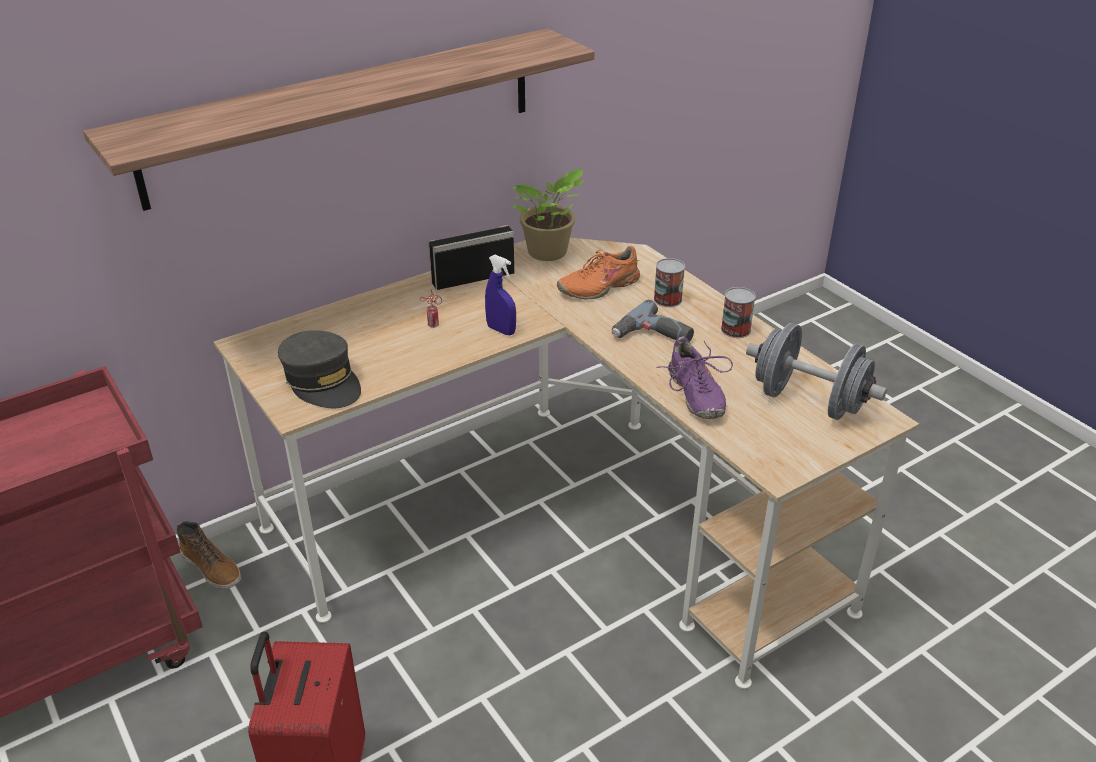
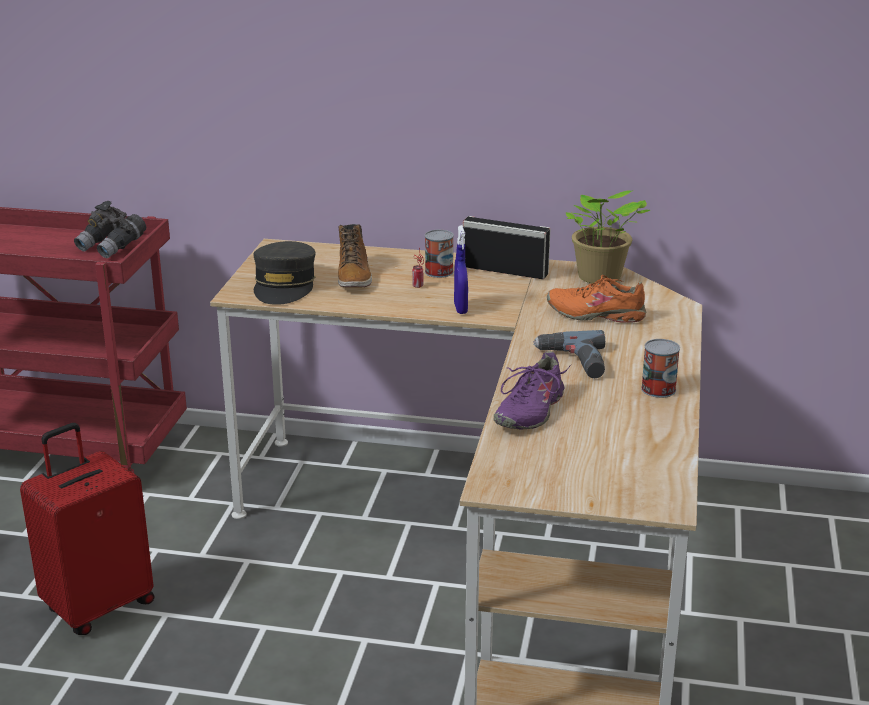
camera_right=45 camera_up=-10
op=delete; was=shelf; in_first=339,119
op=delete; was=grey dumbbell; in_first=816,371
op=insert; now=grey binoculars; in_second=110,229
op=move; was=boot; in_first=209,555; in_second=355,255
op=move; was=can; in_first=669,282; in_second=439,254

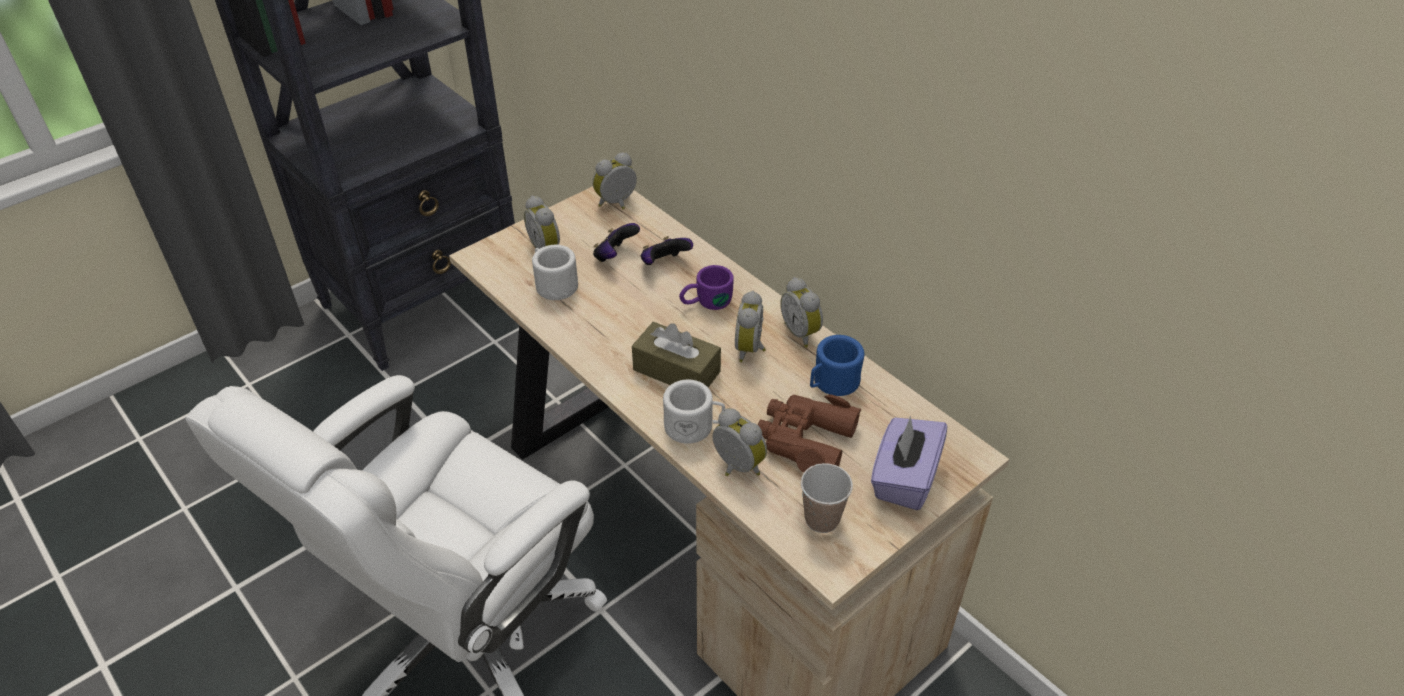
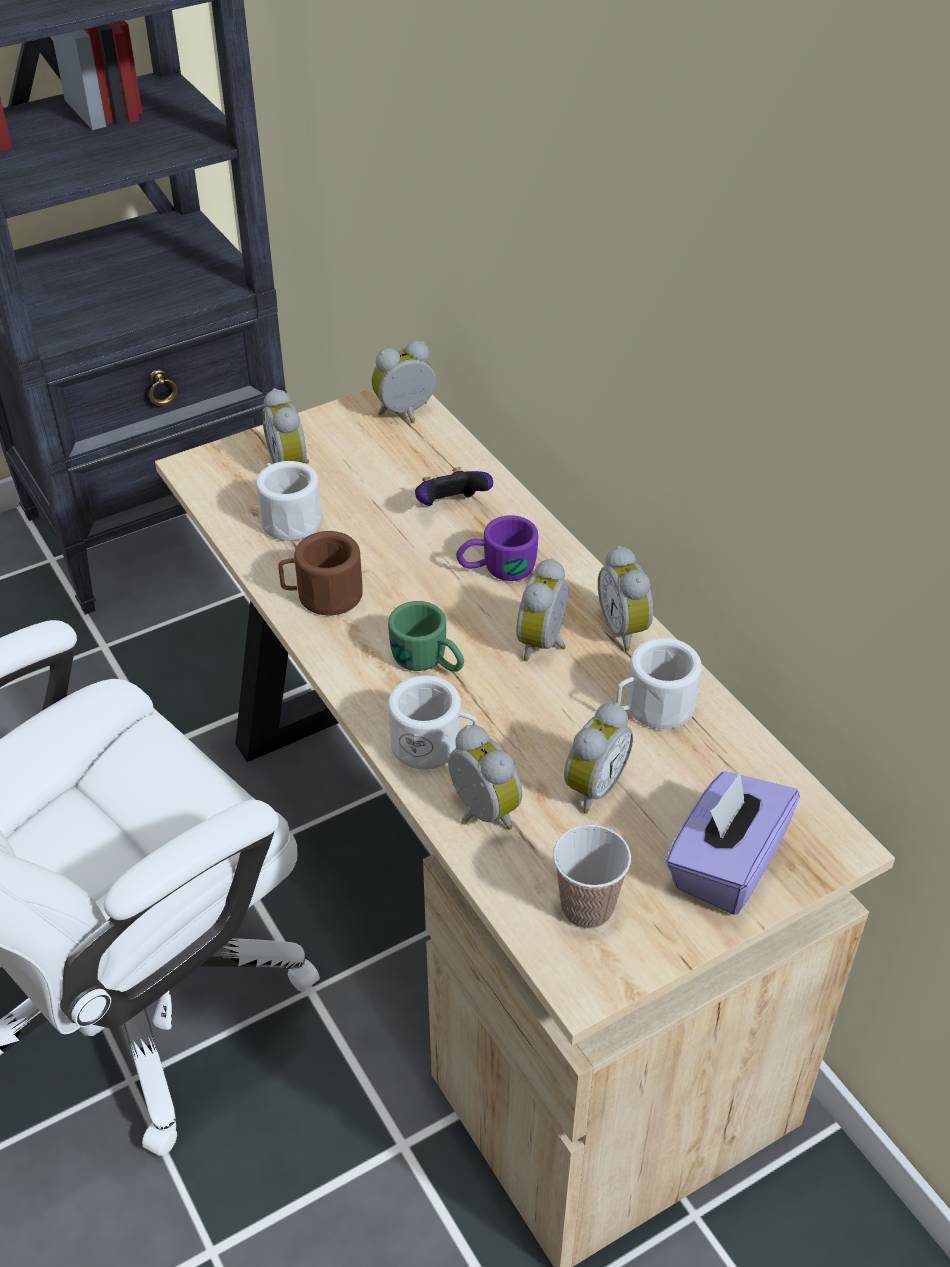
camera_right=10 camera_up=0
op=delete; was=game controller; in_first=616,242
op=insert; now=brown mug; in_second=320,573
op=replace; was=brown tissue box; now=green mug; in_first=676,354; in_second=426,636
op=replace; was=brown binoculars; now=alarm clock; in_first=809,433; in_second=598,758
op=recolor; was=blue mug; now=white mug; in_first=837,365; in_second=659,683

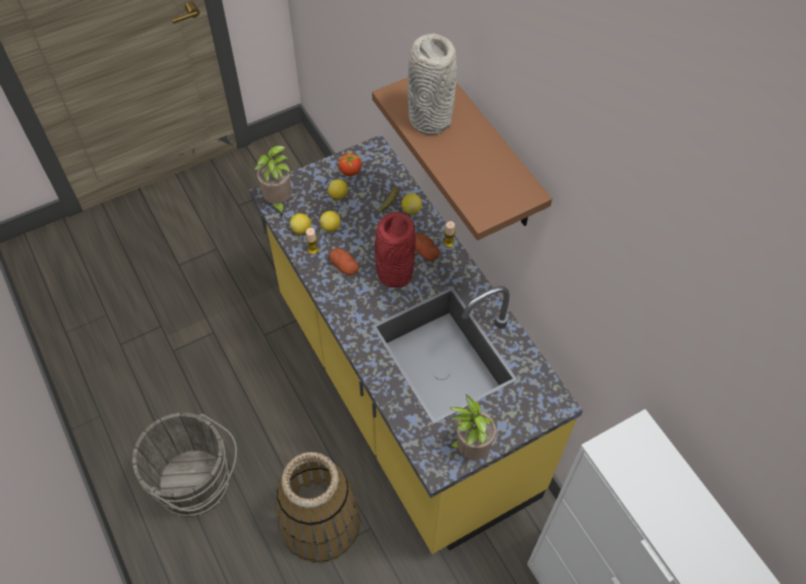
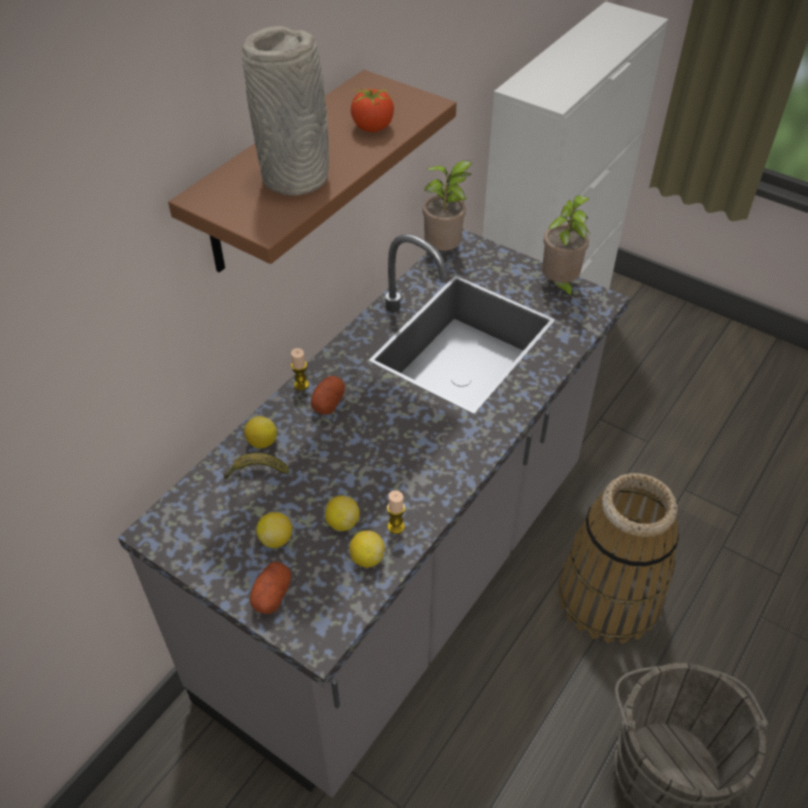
camera_right=-115 camera_up=-10
op=delete; was=red vase; in_first=395,250
op=move; was=potted plant; in_first=272,181; in_second=447,205
op=move; was=potato; in_first=344,261; in_second=270,588
op=move; was=tomato; in_first=349,163; in_second=372,109
op=recolor; was=yellow counter; now=grey counter; in_first=416,344; in_second=374,513

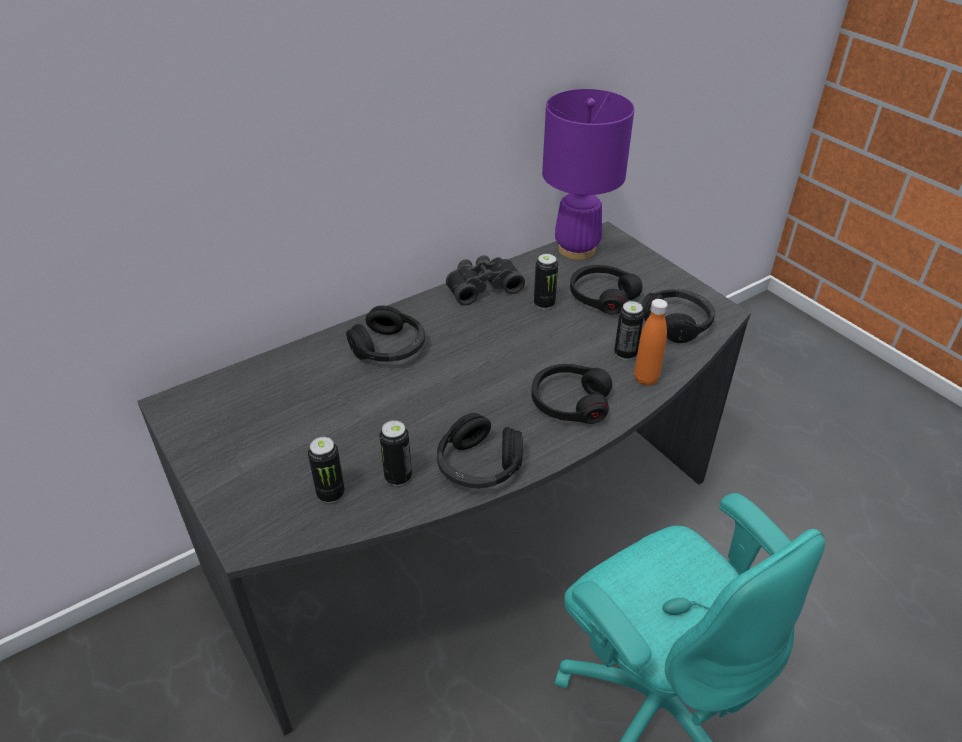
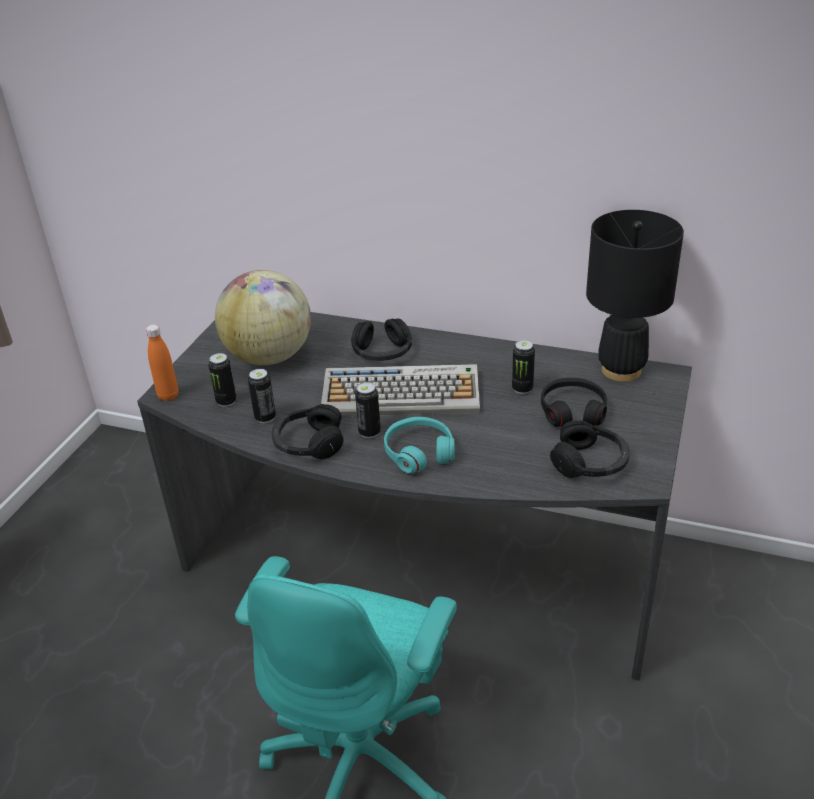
camera_right=55 camera_up=-5
op=delete; was=black binoculars; in_first=485,280
op=insert; now=globe; in_second=263,317
op=insert; now=keyboard; in_second=400,390
op=move; was=can; in_first=629,330; in_second=368,410
op=move; was=orange bottle; in_first=651,342; in_second=162,362
op=recolor; was=black headphones; now=turquoise headphones; in_first=571,394; in_second=419,445
op=recolor; was=purple table lamp; now=black table lamp; in_first=588,174; in_second=635,296

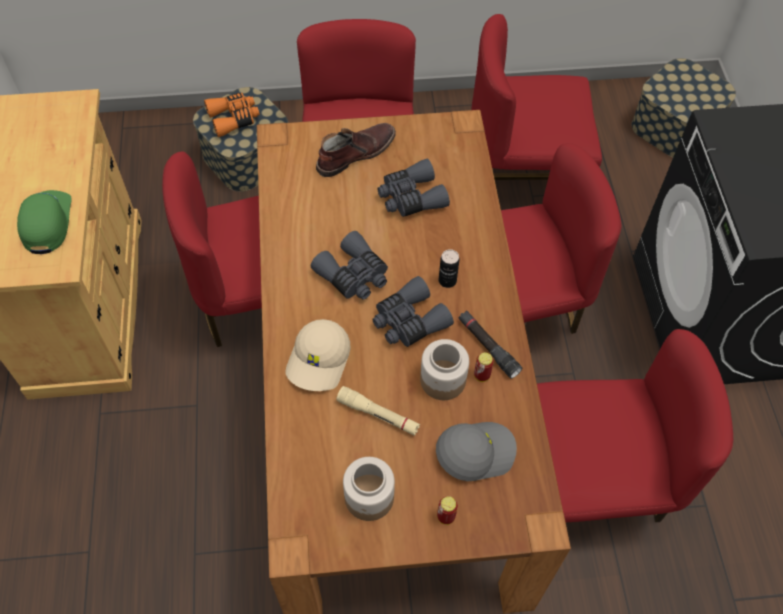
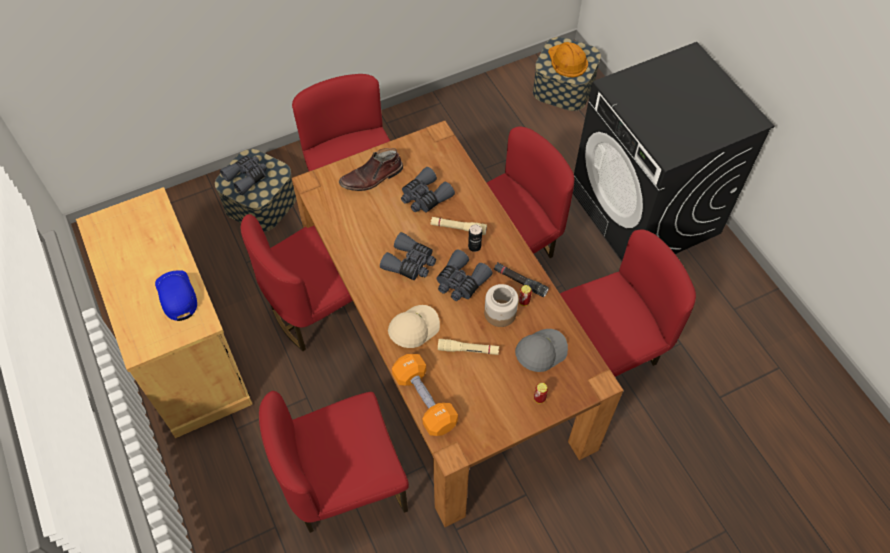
camera_right=-20 camera_up=0
op=delete; was=jar; in_first=369,489
op=insert; now=orange dumbbell; in_second=425,395
op=insert; now=beige flashlight; in_second=458,226
op=insert; now=orange hard hat; in_second=568,59
op=move; was=red chair; in_first=536,97; in_second=334,462
op=recolor; was=green cap; now=blue cap; in_first=44,222; in_second=176,295
op=recolor; was=orange binoculars; now=grey binoculars; in_first=232,115; in_second=243,175
op=rotate; was=beige cap; in_first=318,355; in_second=414,326; clockwise=-135
op=rotate; was=brown boot; in_first=356,150; in_second=371,169; clockwise=-150

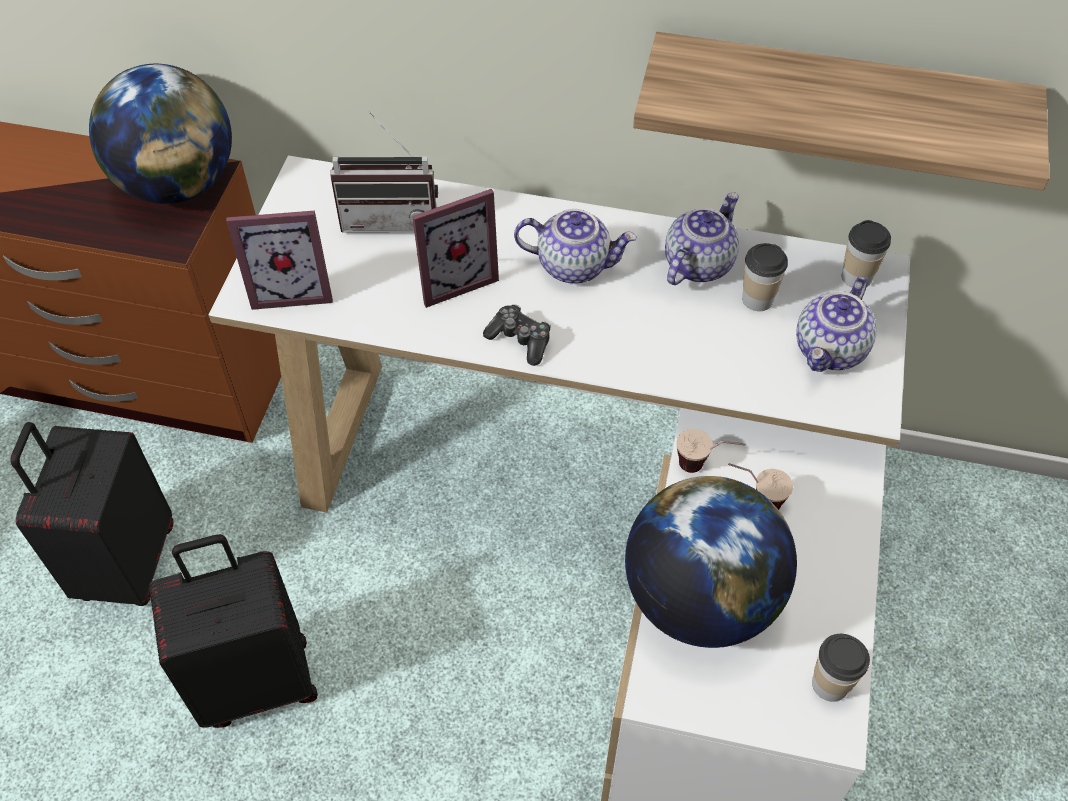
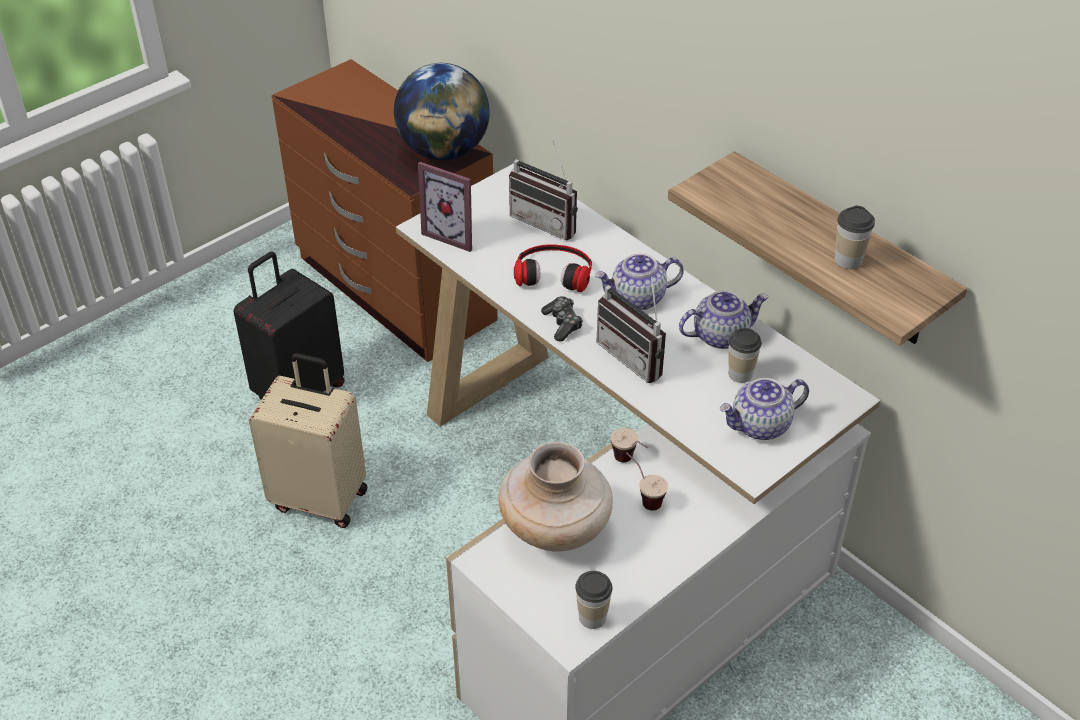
camera_right=35 camera_up=-10
op=insert; now=radio; in_second=631,327
op=move; was=cup; in_first=866,253; in_second=854,237
op=replace; was=picture frame; now=headphones; in_first=455,248; in_second=553,268
op=replace; was=globe; now=beige vase; in_first=711,562; in_second=555,497
op=recolor; was=black suitcase; now=beige suitcase; in_first=233,631; in_second=308,440
op=rotate; was=teapot; in_first=575,246; in_second=639,281; clockwise=120

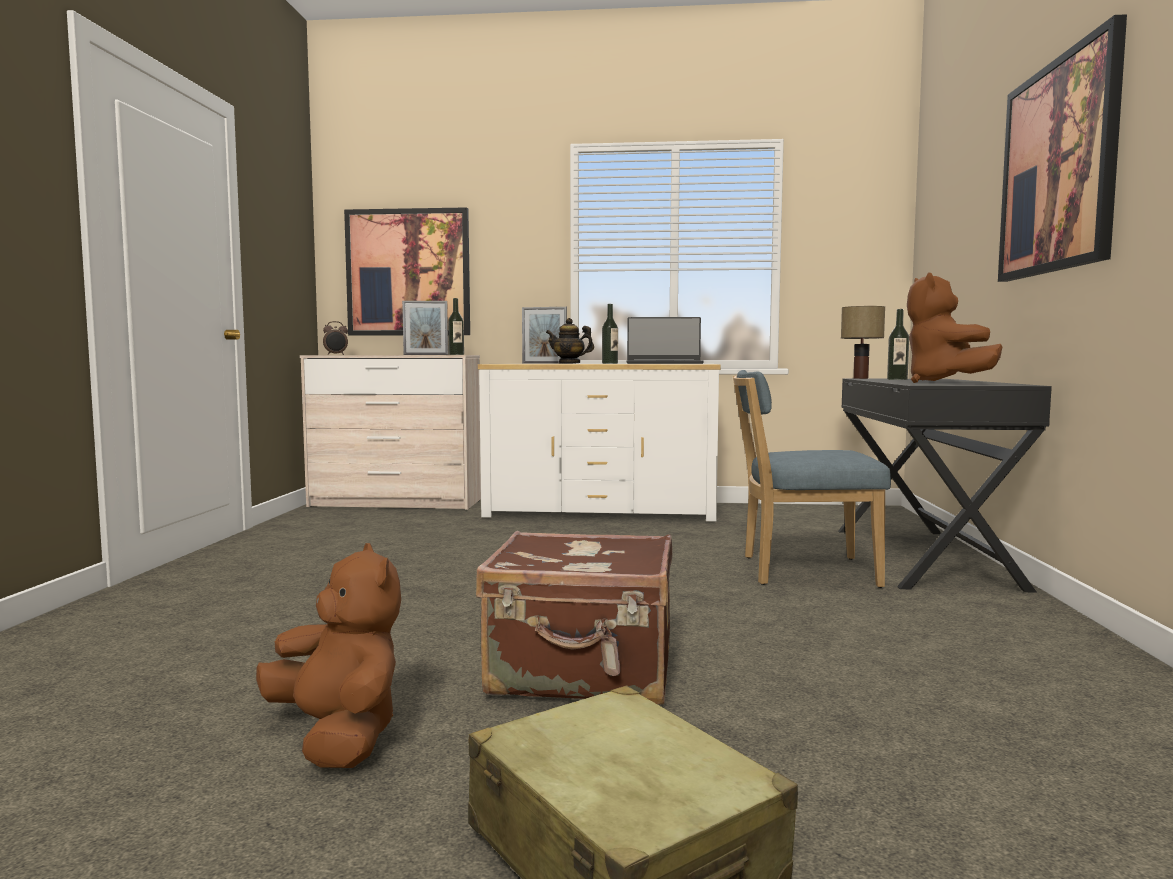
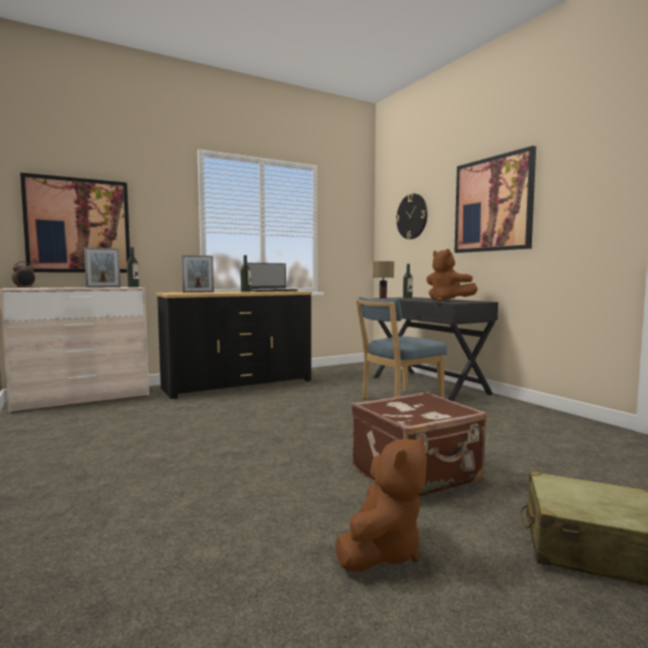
camera_right=-35 camera_up=0
op=delete; was=teapot; in_first=570,341
op=insert; now=wall clock; in_second=411,216
op=recolor; was=white dresser; now=black dresser; in_first=599,443; in_second=234,345
op=rotate; was=brown plush toy; in_first=328,655; in_second=381,504; clockwise=105

